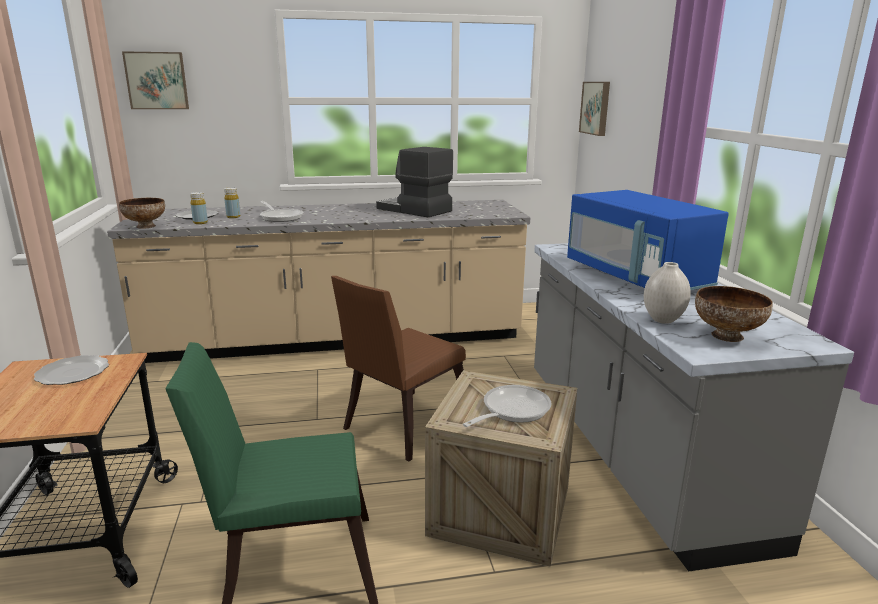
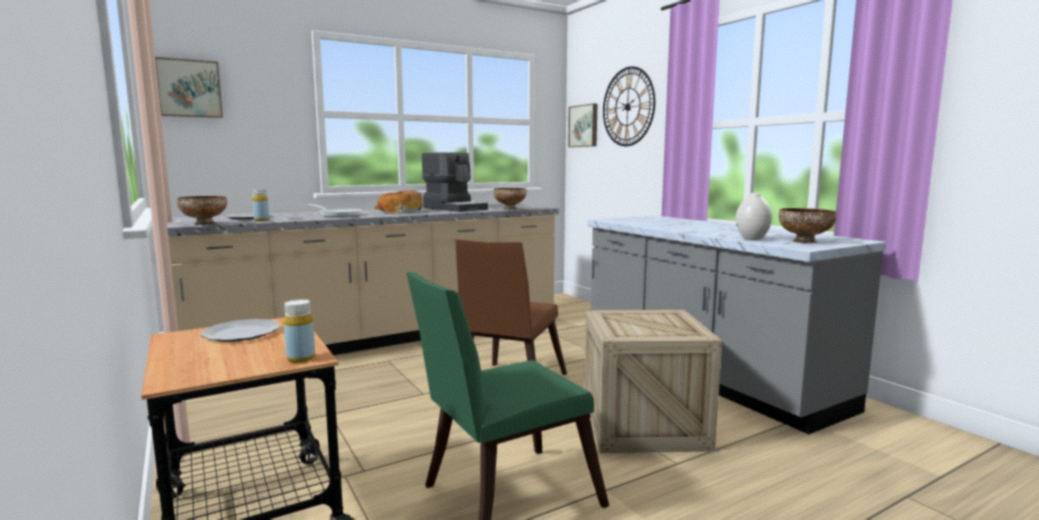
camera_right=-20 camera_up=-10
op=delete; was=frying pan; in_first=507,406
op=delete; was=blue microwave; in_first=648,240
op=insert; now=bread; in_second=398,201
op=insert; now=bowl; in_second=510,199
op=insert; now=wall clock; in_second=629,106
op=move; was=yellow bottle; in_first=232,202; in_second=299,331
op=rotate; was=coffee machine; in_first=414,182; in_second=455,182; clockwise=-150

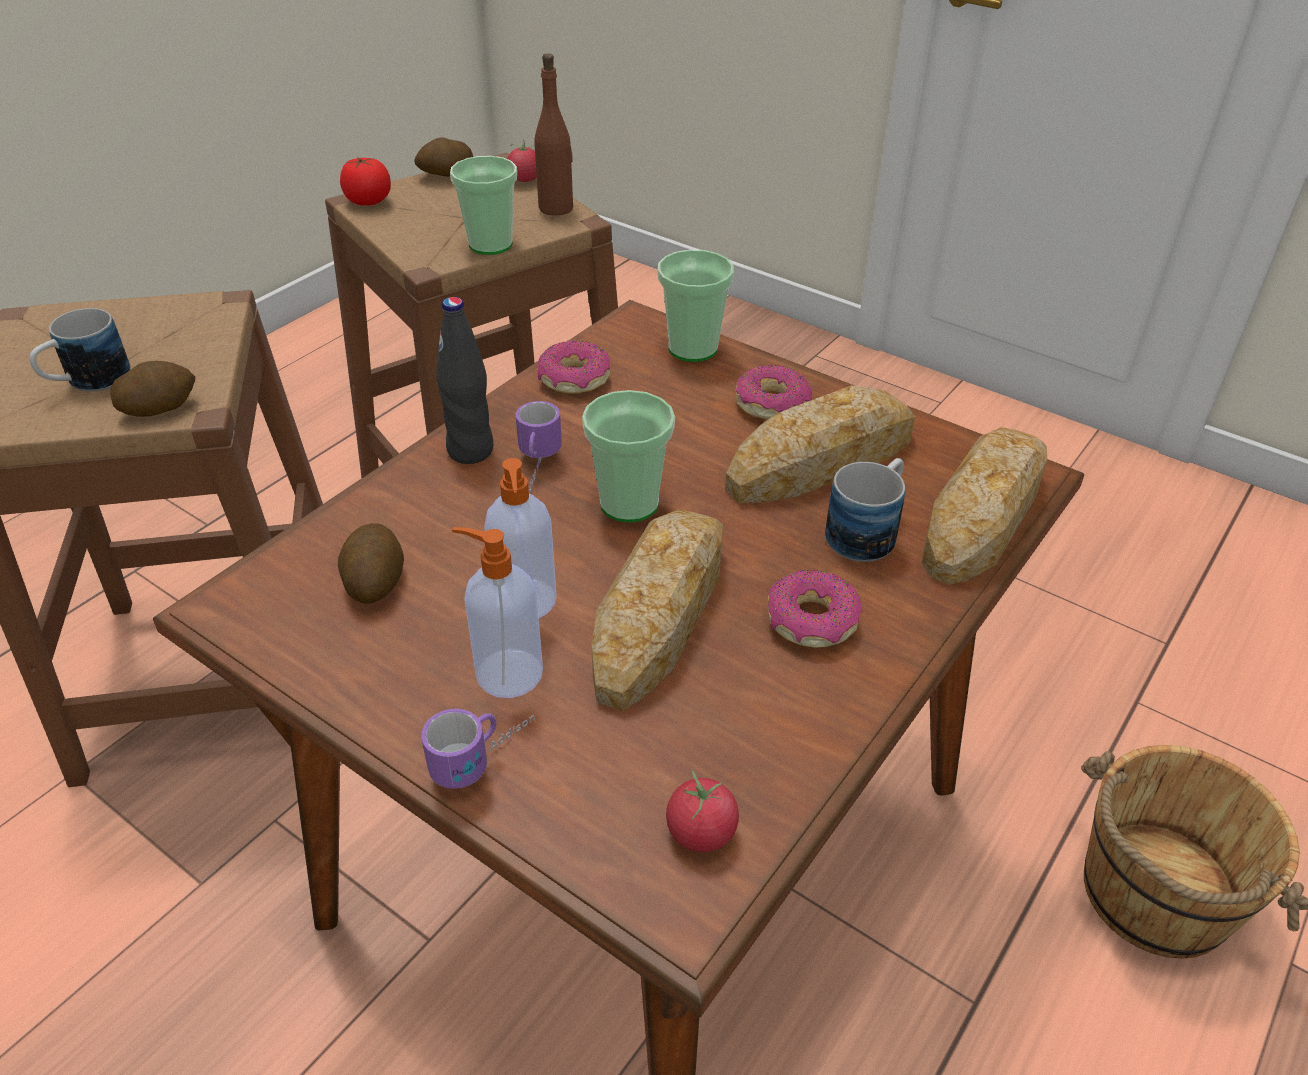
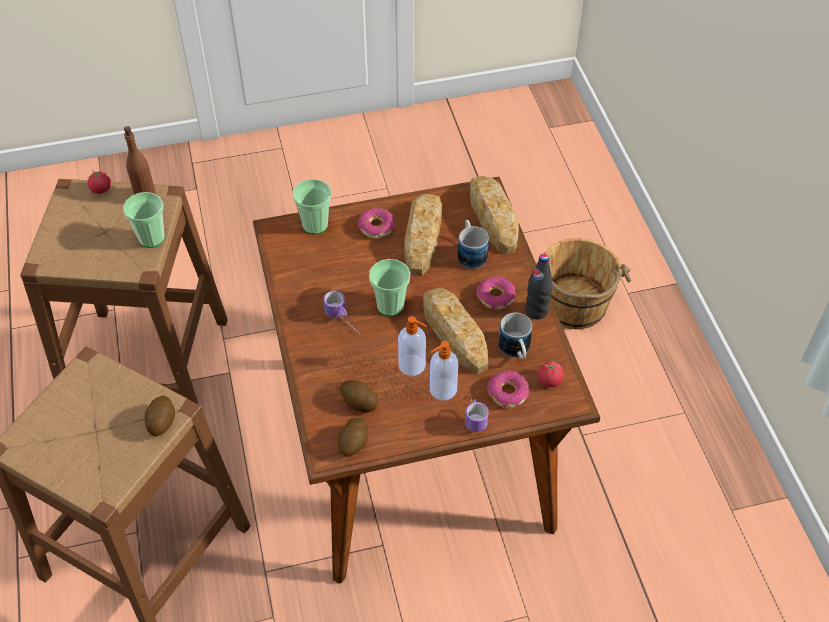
camera_right=-50 camera_up=10
op=delete; was=tomato; in_first=365,181
op=move; was=mug; in_first=80,350; in_second=515,336
op=move; was=potato; in_first=443,157; in_second=353,437
op=move; was=black bottle; in_first=465,380; in_second=539,286
op=move; was=donut; in_first=573,367; in_second=508,389

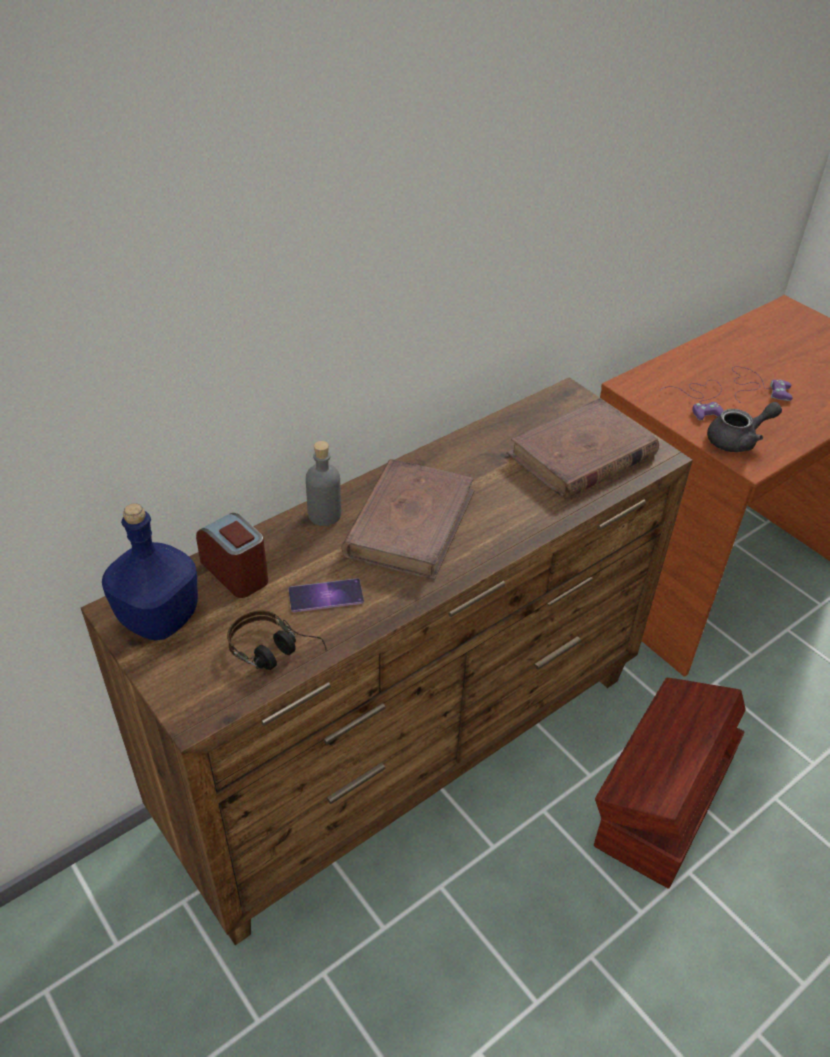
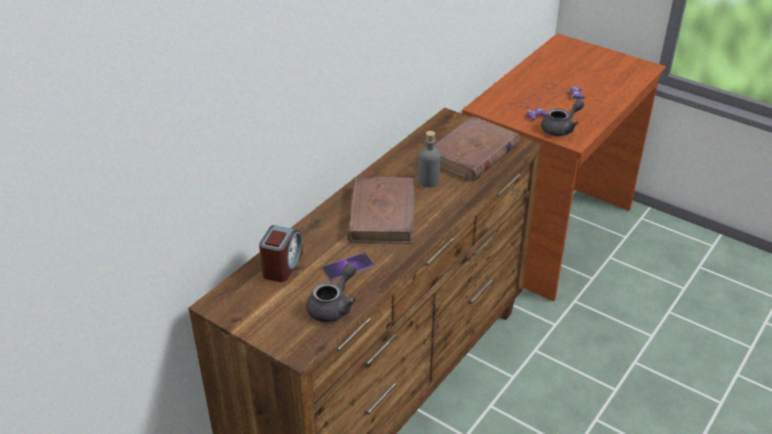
camera_right=-15 camera_up=-5
op=delete; was=blue bottle; in_first=150,572
op=delete; was=brown storage box; in_first=670,783
op=move; was=grey bottle; in_first=323,483; in_second=429,159
op=replace; was=headphones; now=grey teapot; in_first=277,640; in_second=331,292
op=rotate; was=alarm clock; in_first=232,555; in_second=281,253; clockwise=75

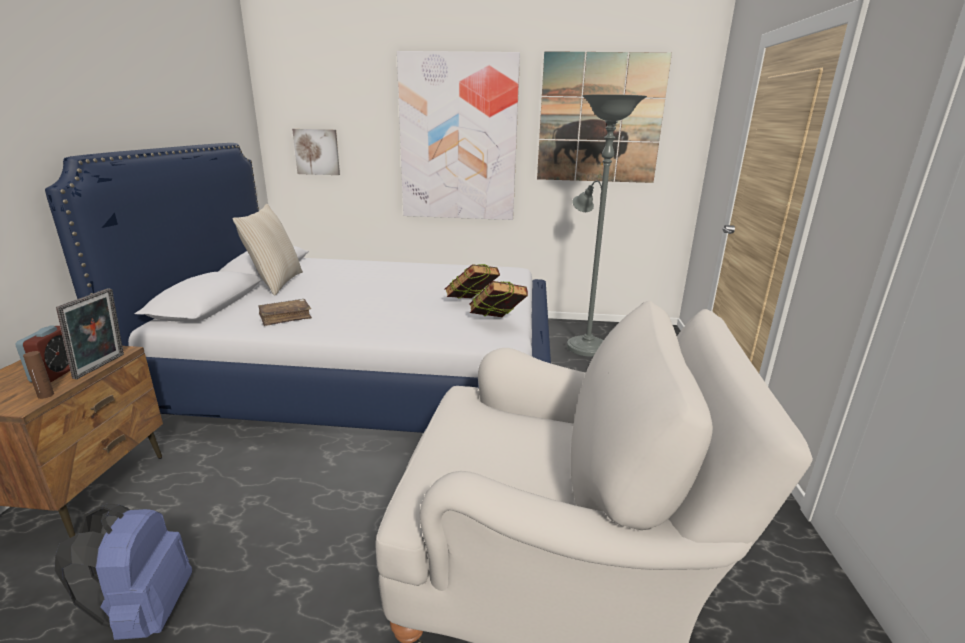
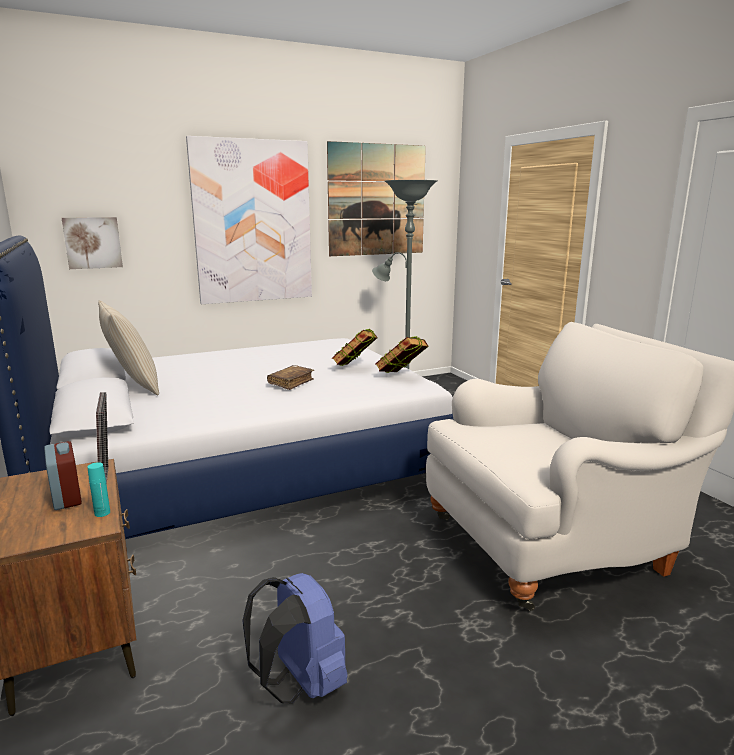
camera_right=-30 camera_up=-5
op=move; was=brown book; in_first=285,312; in_second=290,377
op=recolor; was=brown bottle; now=turquoise bottle; in_first=38,375; in_second=98,489

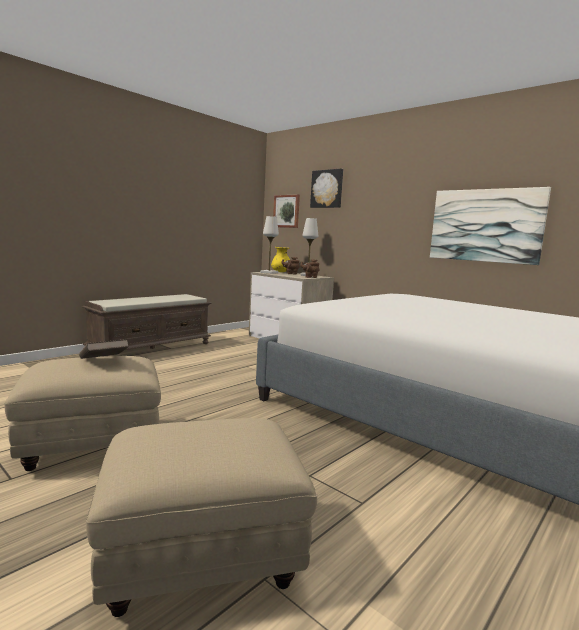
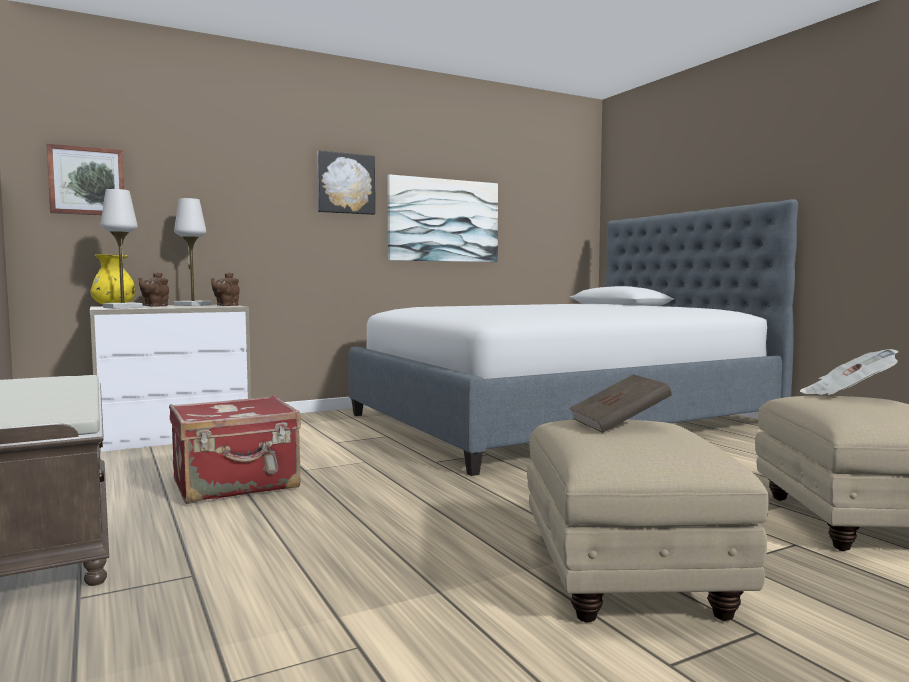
camera_right=-70 camera_up=-5
op=insert; now=red suitcase; in_second=235,449
op=insert; now=newspaper; in_second=849,372
op=move; was=picture; in_first=326,188; in_second=346,183

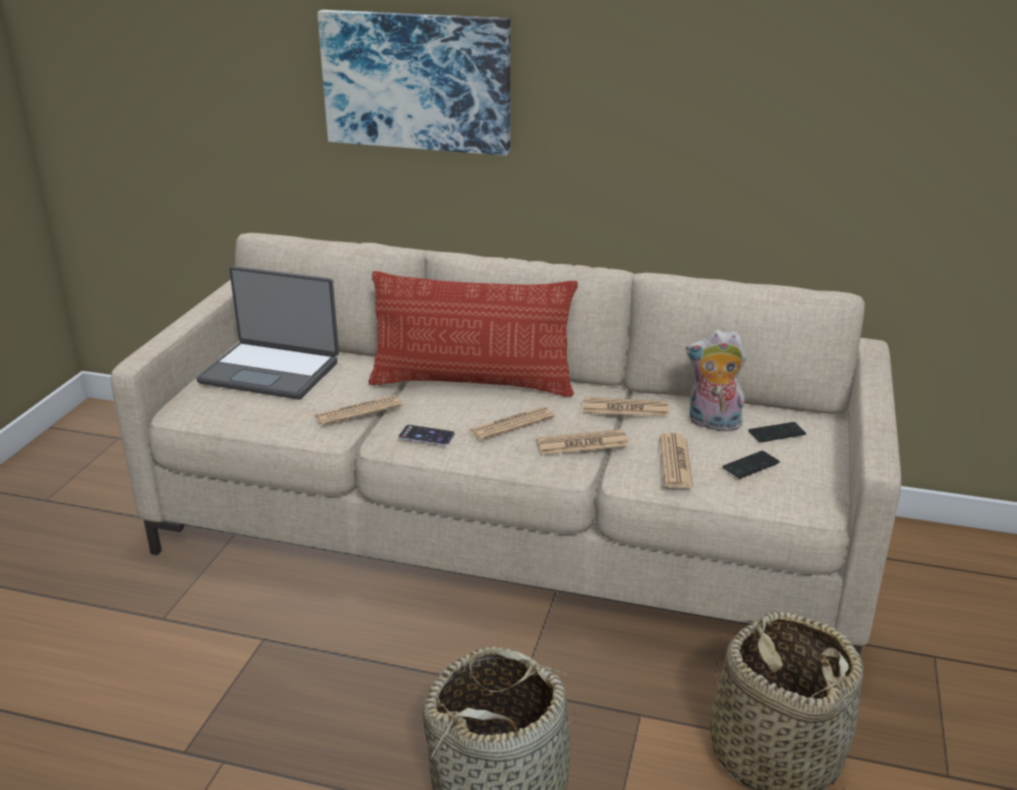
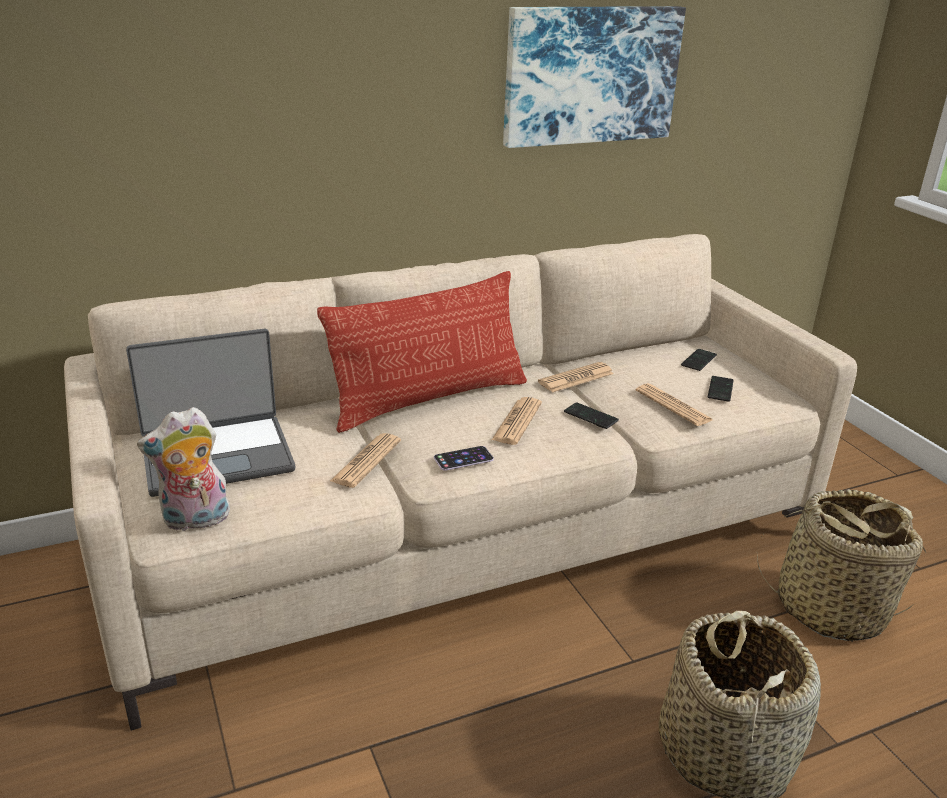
camera_right=-40 camera_up=0
op=move; was=picture; in_first=413,83; in_second=594,77
op=move; was=plush toy; in_first=716,382; in_second=183,469
op=replace; was=newspaper; now=phone; in_first=582,442; in_second=591,415

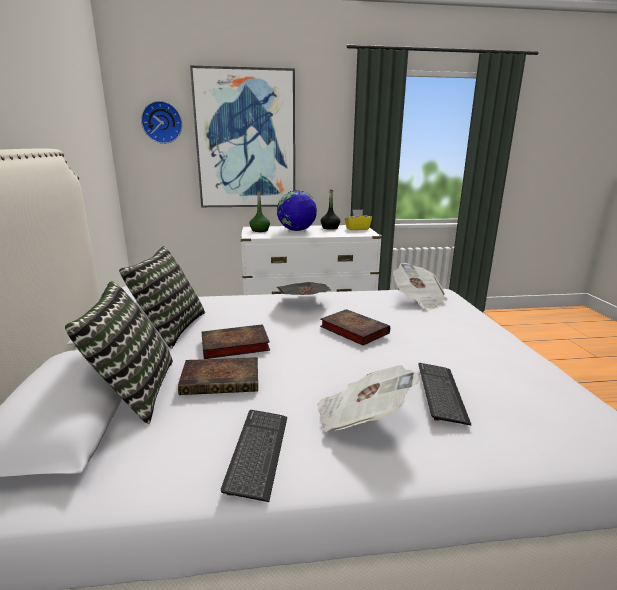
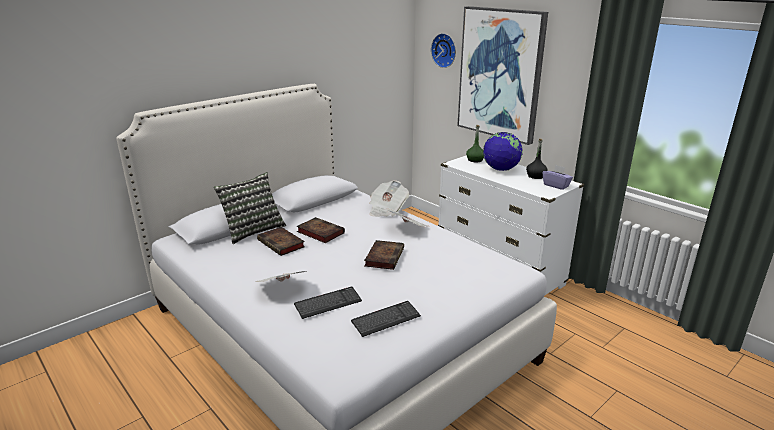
camera_right=55 camera_up=5
op=delete; was=pillow; in_first=162,297
op=move; was=keyboard; in_first=254,456; in_second=386,319
op=move; was=newspaper; in_first=420,286; in_second=389,198
op=recolor; was=yellow tissue box; now=purple tissue box; in_first=358,219; in_second=558,177

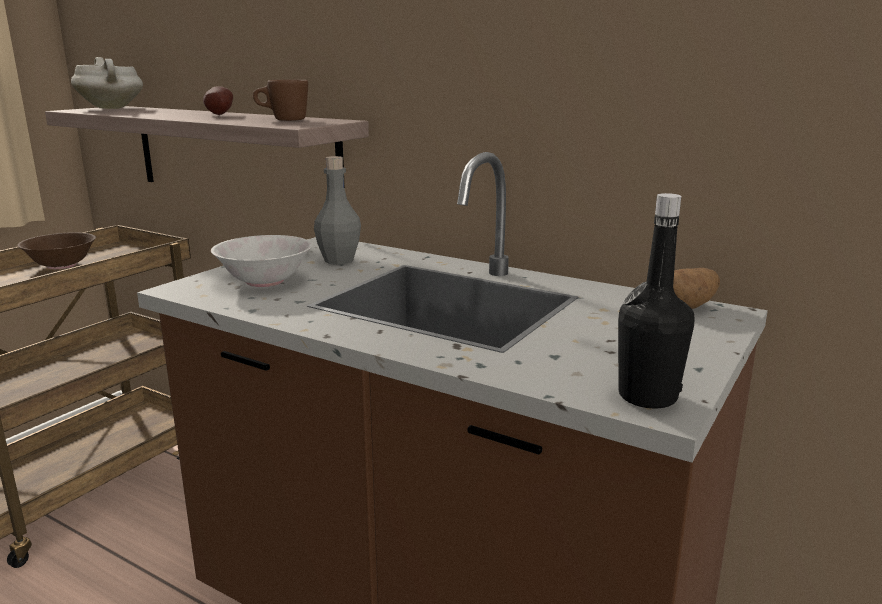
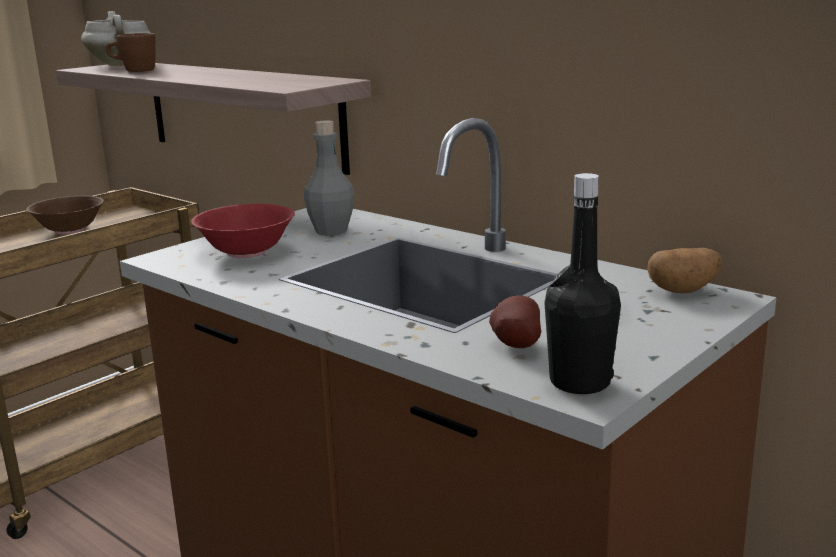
camera_right=10 camera_up=0
op=move; was=potato; in_first=218,100; in_second=515,321
op=move; was=brown mug; in_first=280,100; in_second=131,52
op=recolor; was=white bowl; now=red bowl; in_first=261,261; in_second=243,231

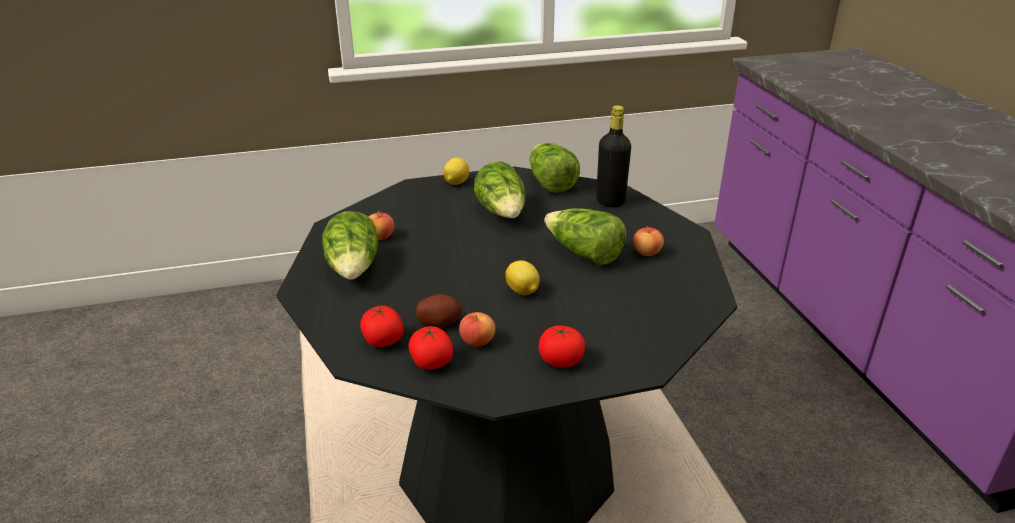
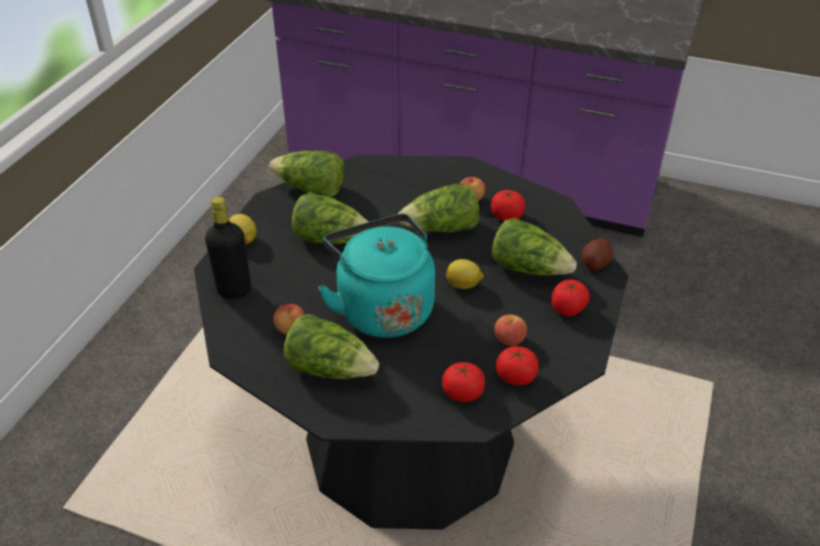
camera_right=-55 camera_up=10
op=insert; now=turquoise kettle; in_second=376,276
op=insert; now=tomato; in_second=508,205
op=insert; now=lettuce; in_second=534,246
op=move; was=potato; in_first=439,310; in_second=597,254
op=move; was=black bottle; in_first=613,156; in_second=228,248

